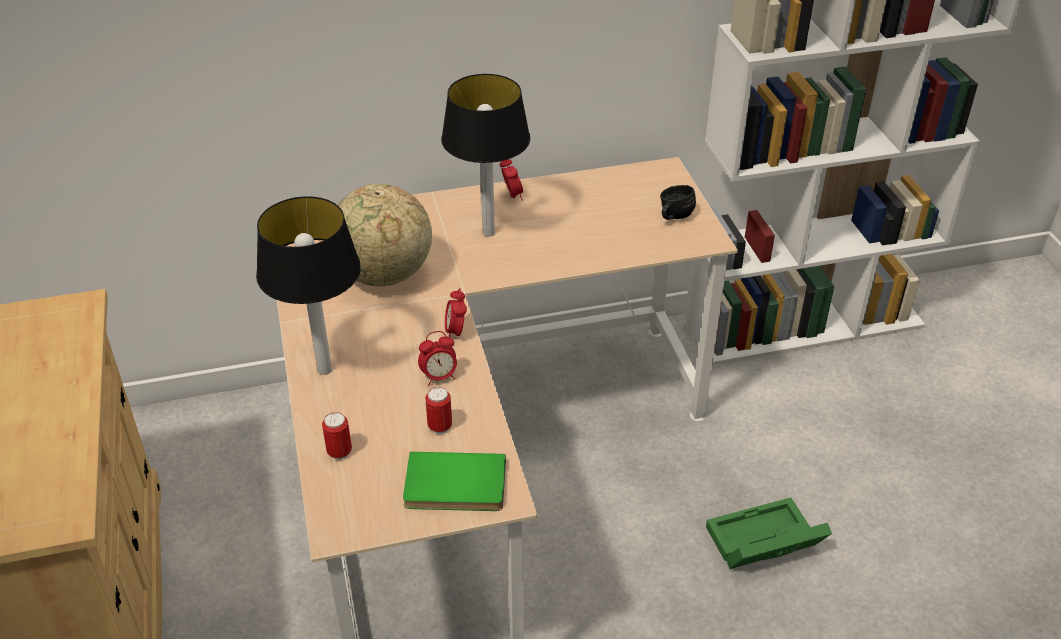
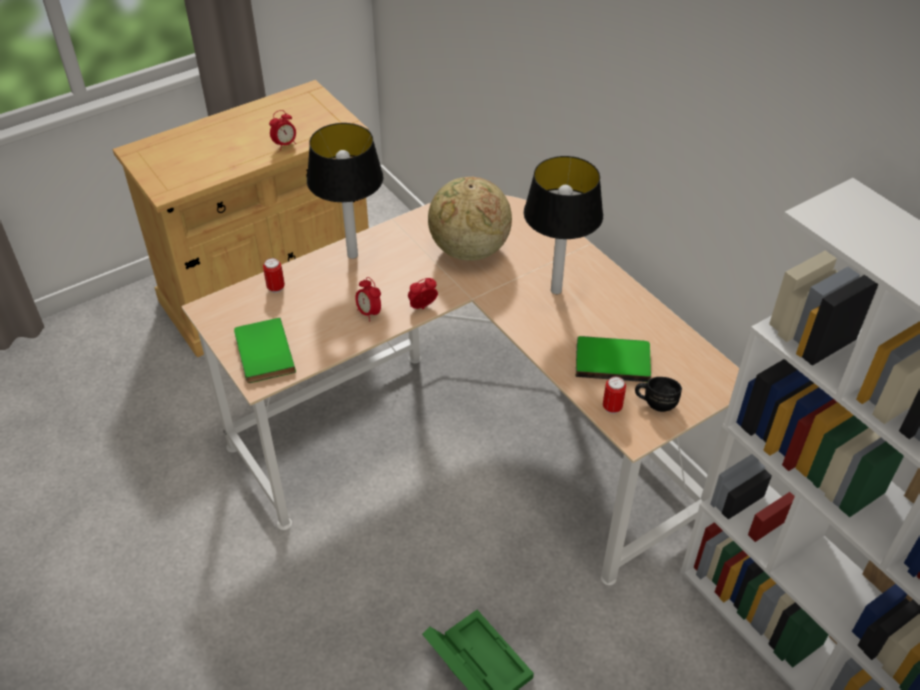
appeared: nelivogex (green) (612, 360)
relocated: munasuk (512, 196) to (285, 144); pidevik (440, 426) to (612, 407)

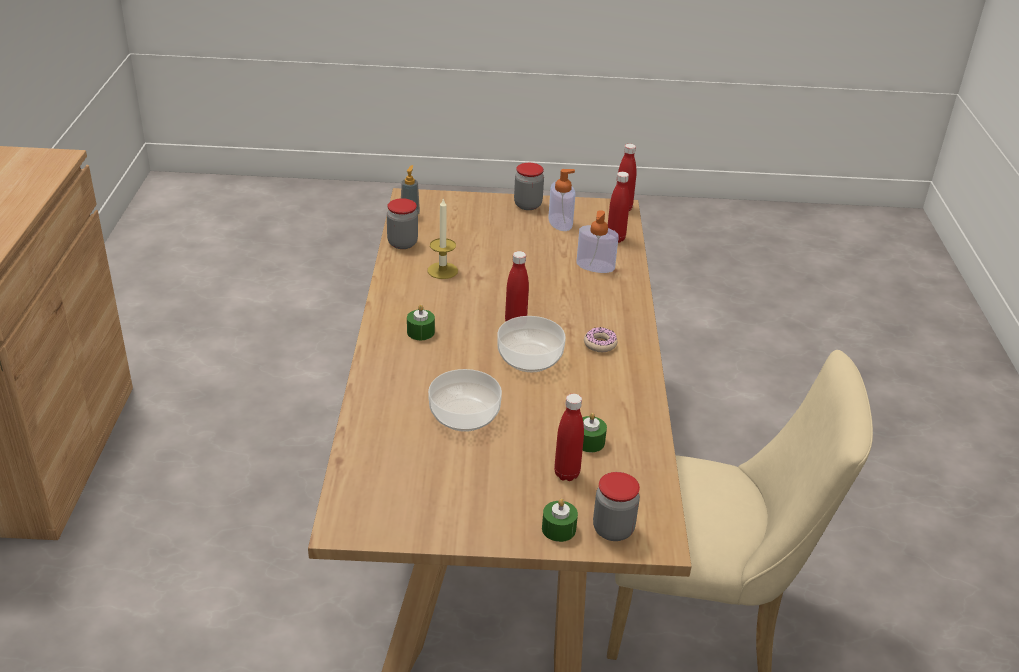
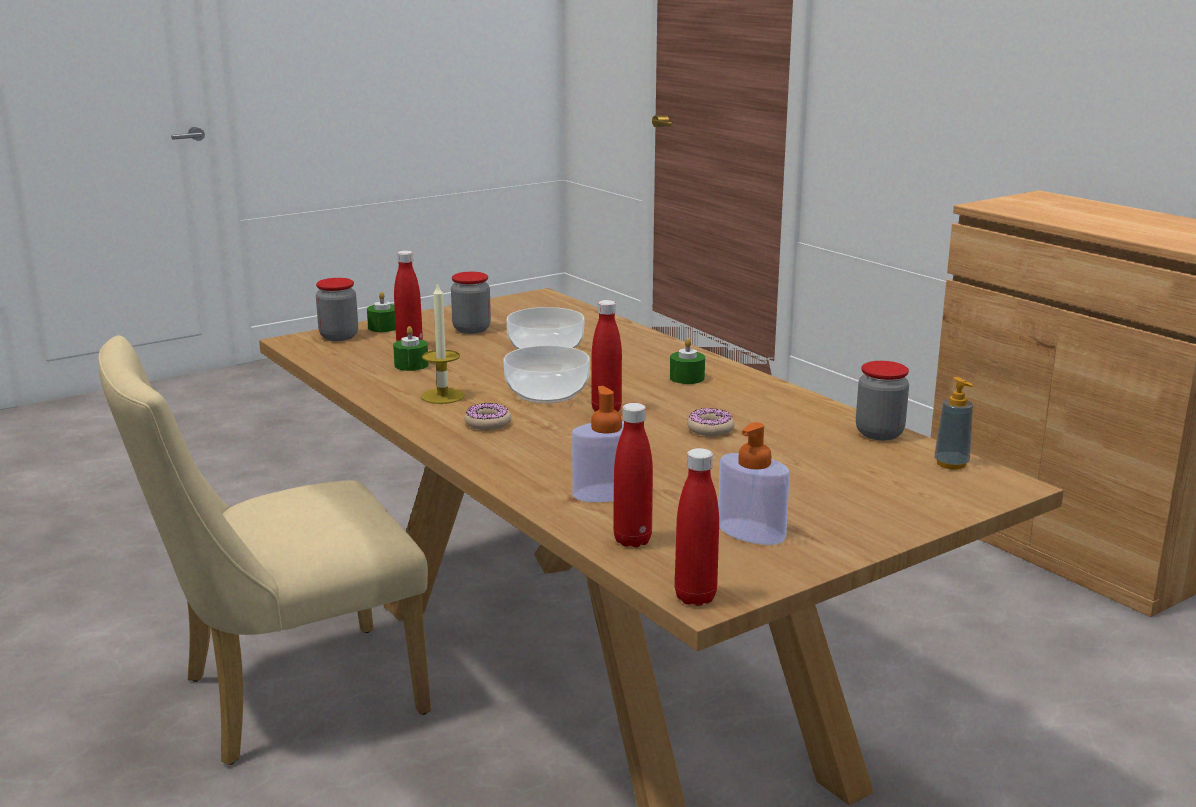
appeared: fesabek (710, 429)
relocated: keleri (442, 270) to (442, 396); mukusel (527, 205) to (471, 329)

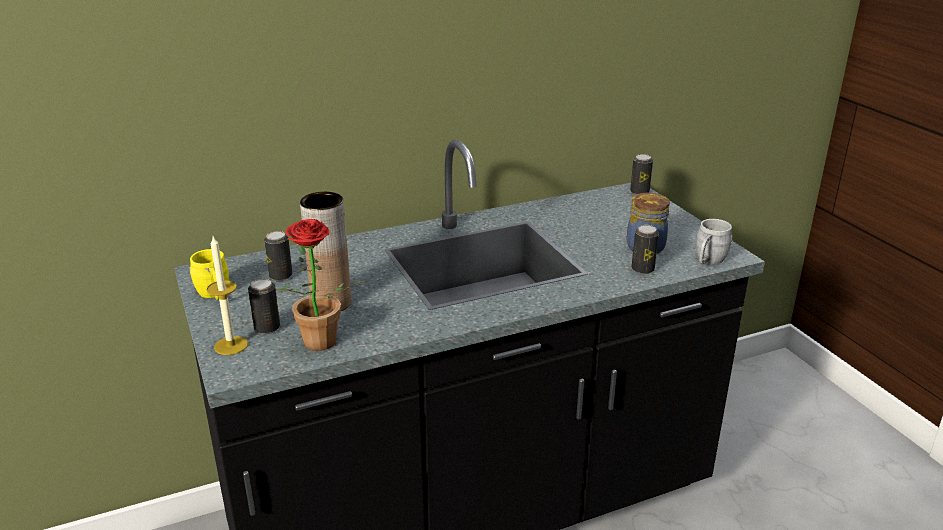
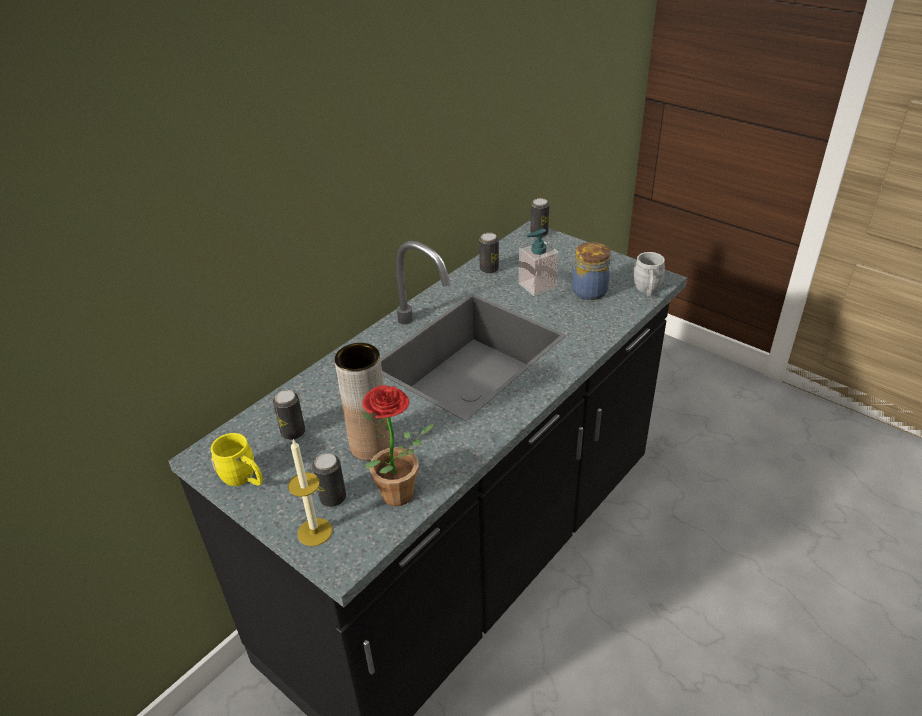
appeared: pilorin (537, 286)
relocated: pidevik (642, 269) to (489, 269)

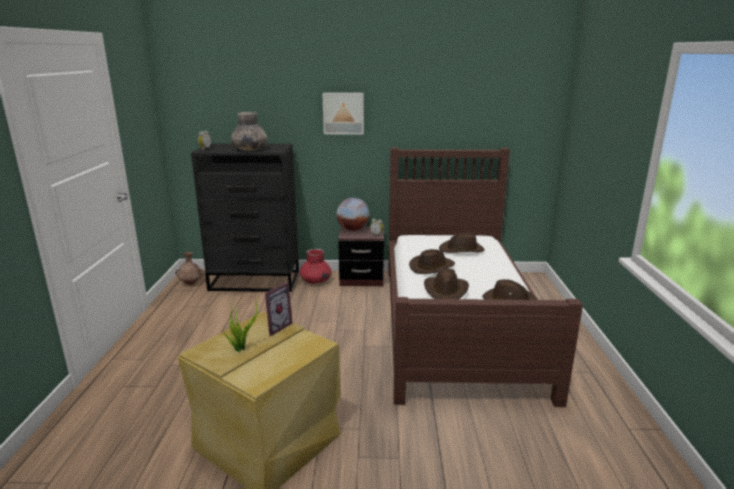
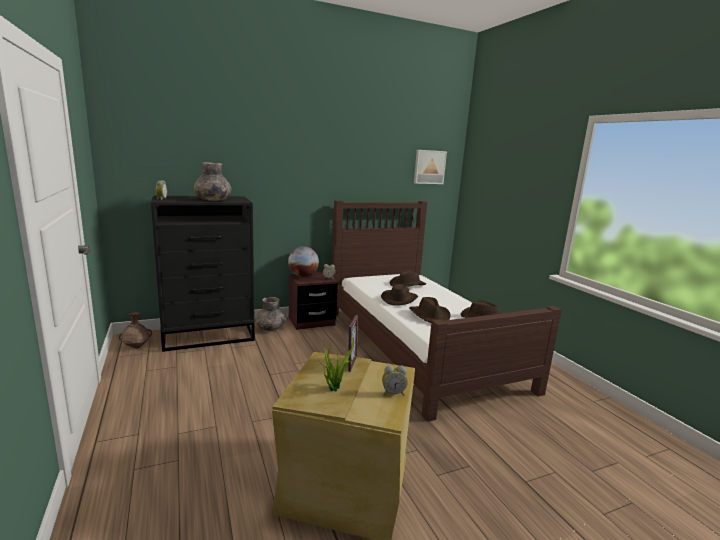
appeared: munasuk (393, 393)
relocated: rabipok (343, 113) to (429, 167)
colour: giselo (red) (315, 281) to giselo (grey) (270, 328)

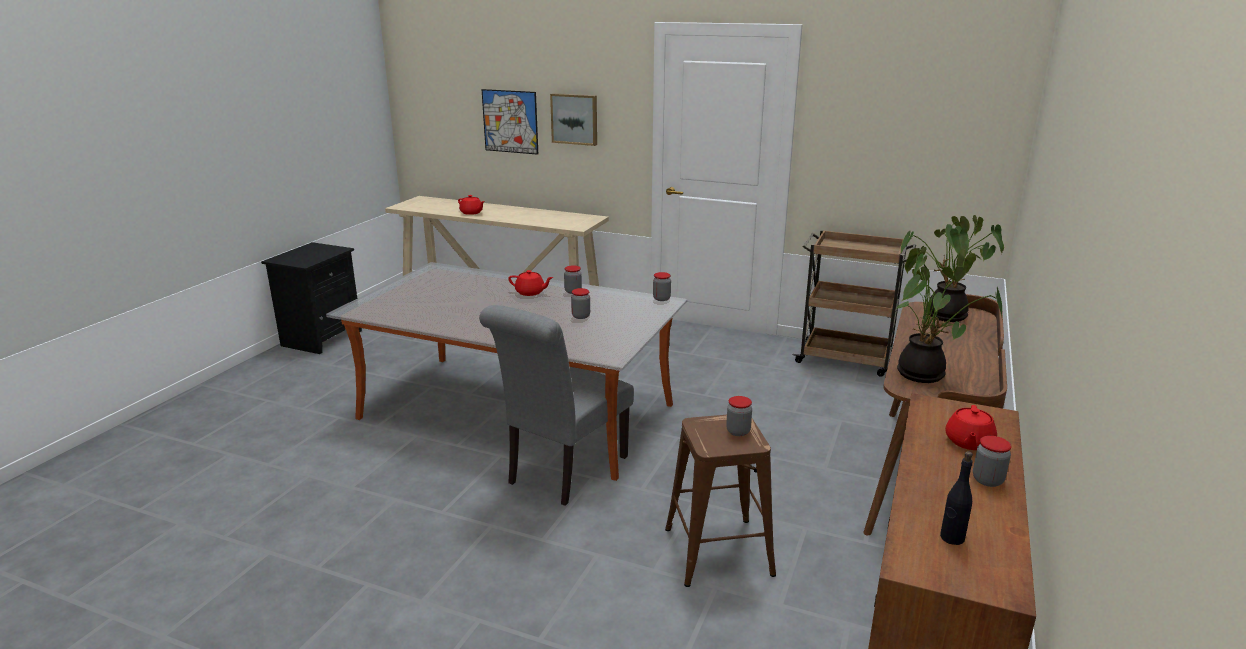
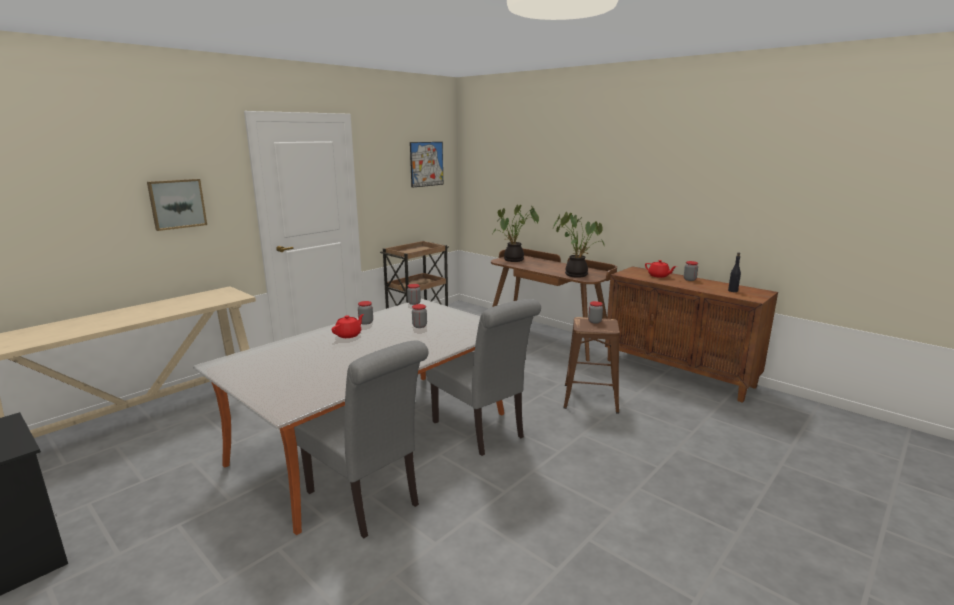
missing: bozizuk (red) (471, 213)
appeared: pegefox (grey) (367, 501)
relocated: rabipok (510, 121) to (426, 164)

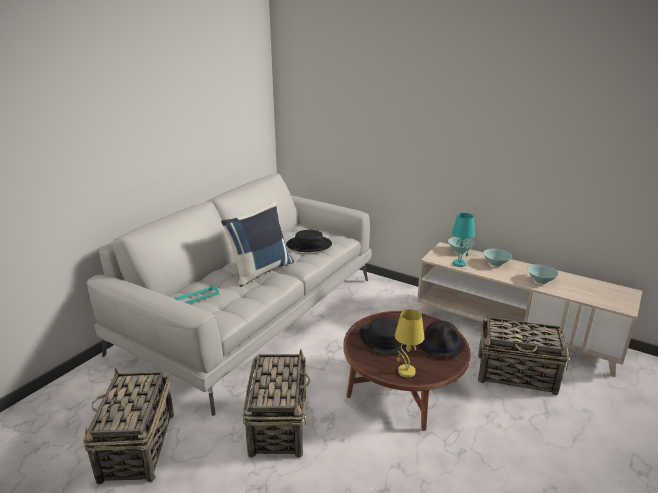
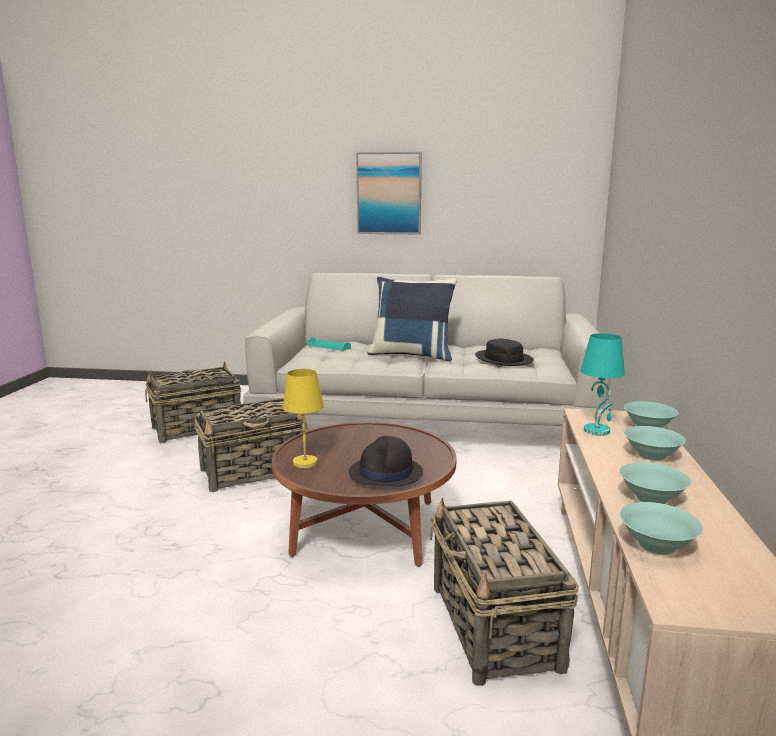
missing: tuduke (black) (384, 339)
appeared: rabipok (389, 193); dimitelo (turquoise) (657, 546)

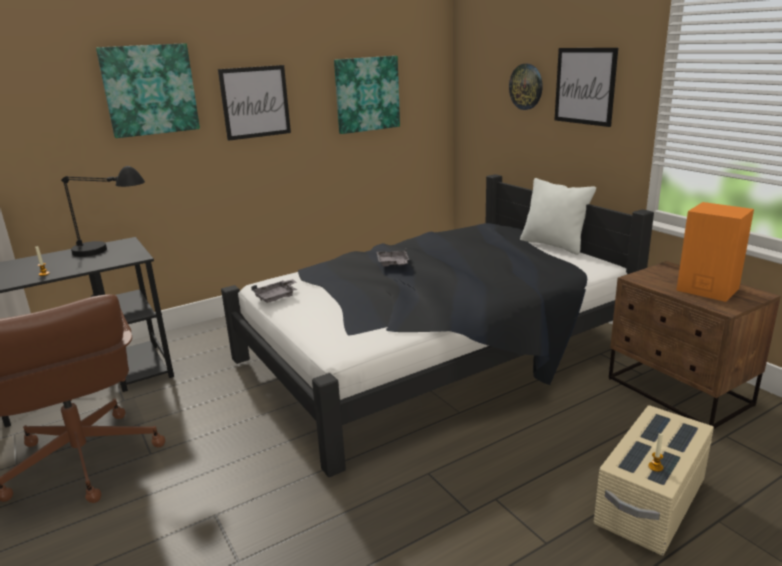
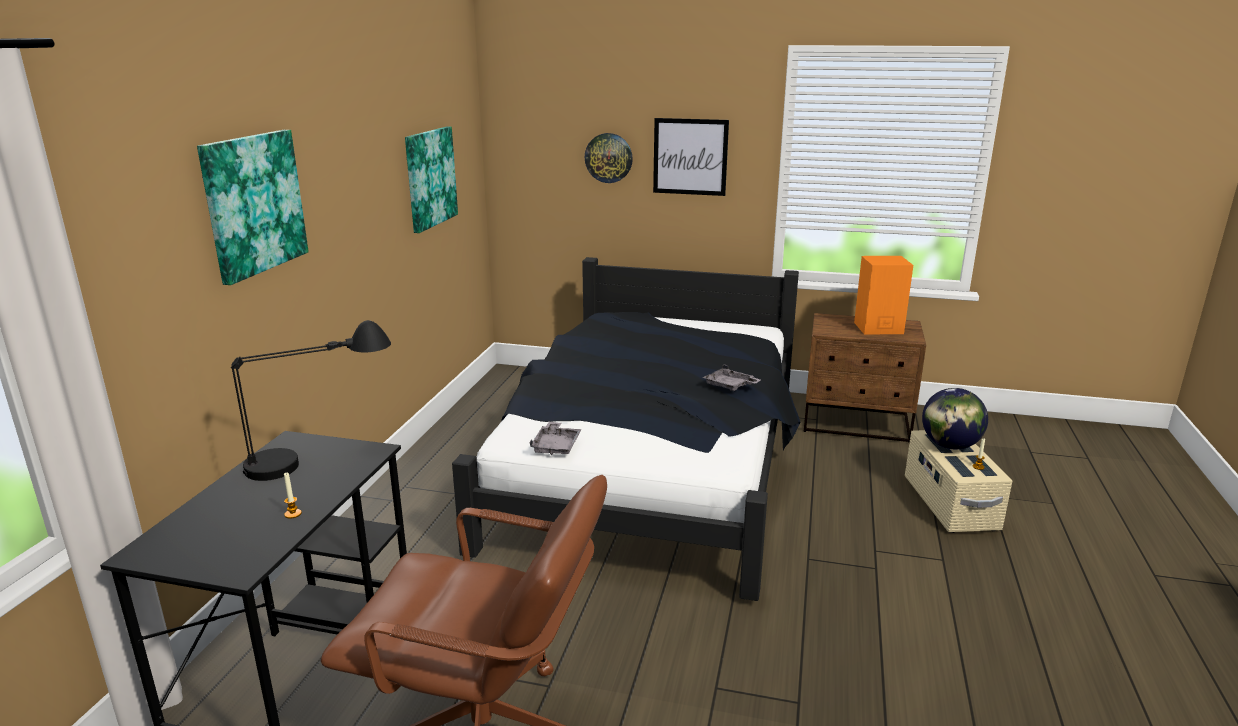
missing: rabipok (255, 102); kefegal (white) (553, 245)
appeared: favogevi (949, 446)
relocated: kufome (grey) (393, 264) to (730, 386)

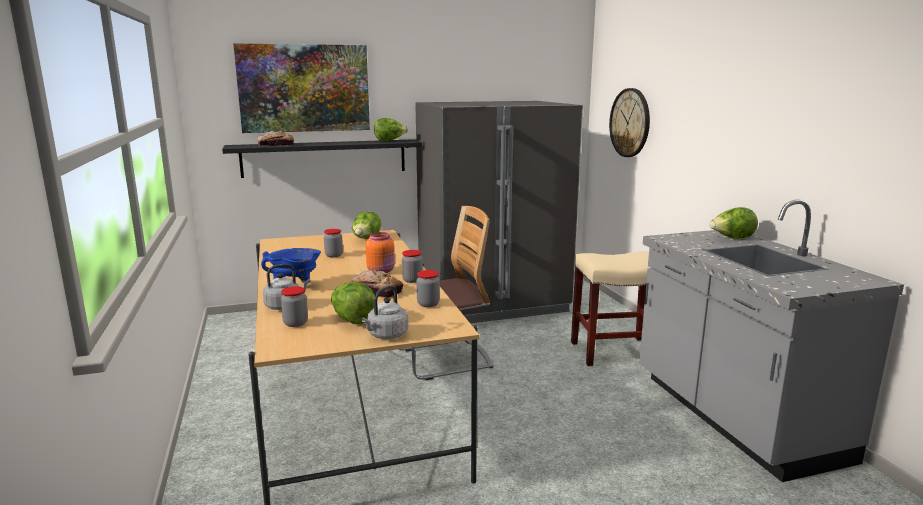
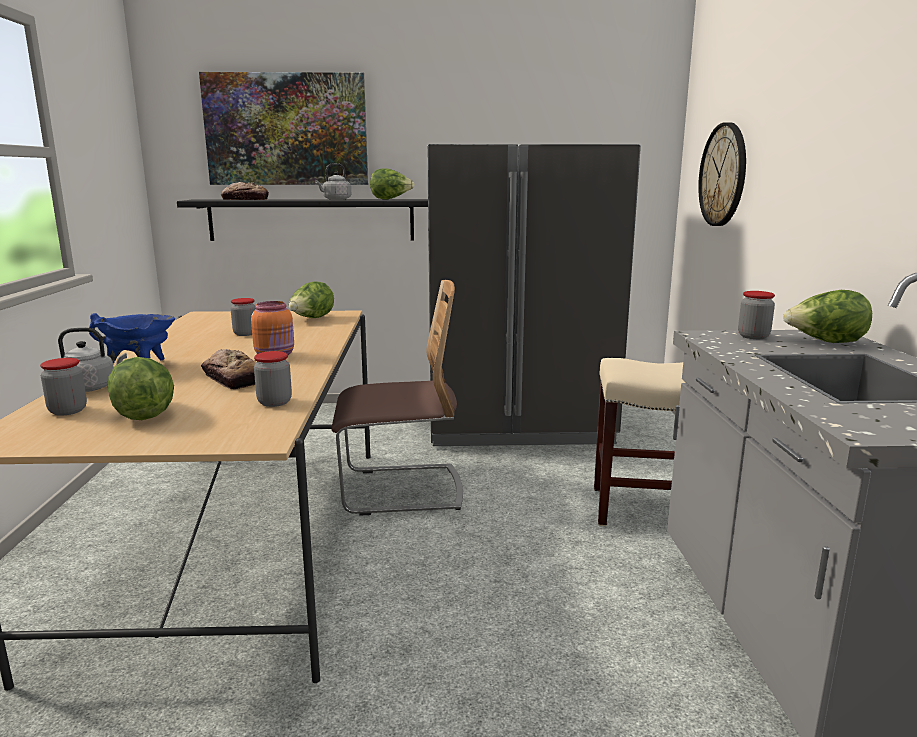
relocated: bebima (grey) (386, 335) to (335, 199); mukusel (412, 280) to (753, 336)

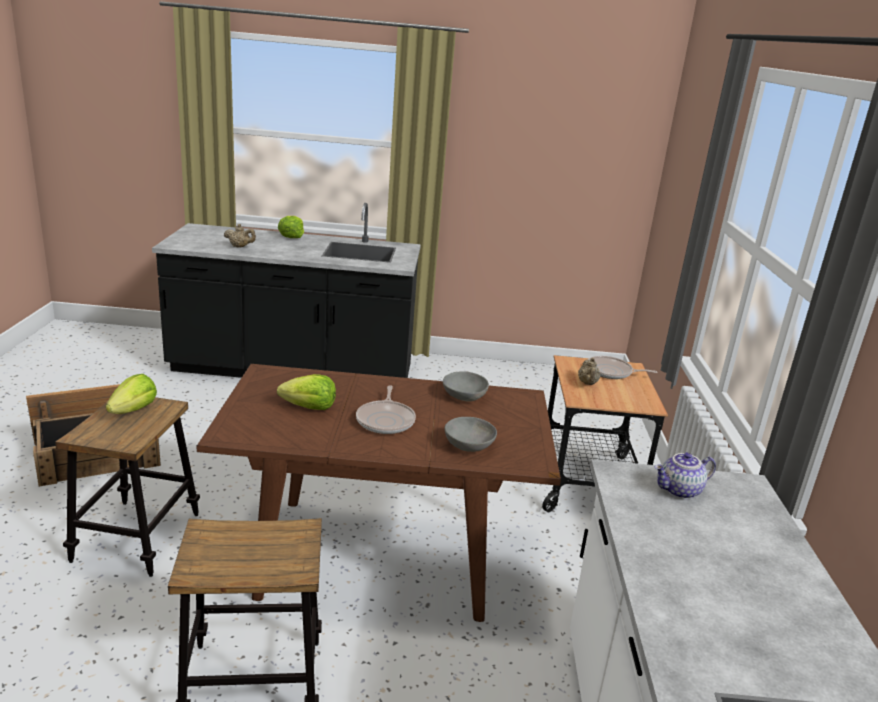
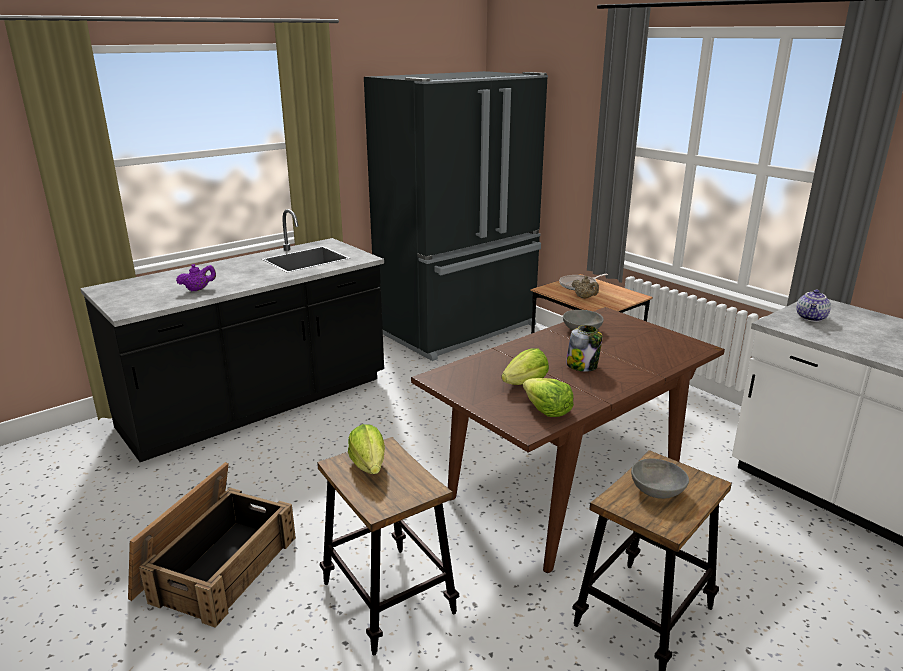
appeared: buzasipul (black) (460, 329)
relocated: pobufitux (291, 236) to (547, 410); dimitelo (grey) (469, 446) to (658, 491)
exchanged: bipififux (386, 420) to mukusel (582, 366)
colour: bozizuk (beige) (240, 247) to bozizuk (purple) (198, 289)

